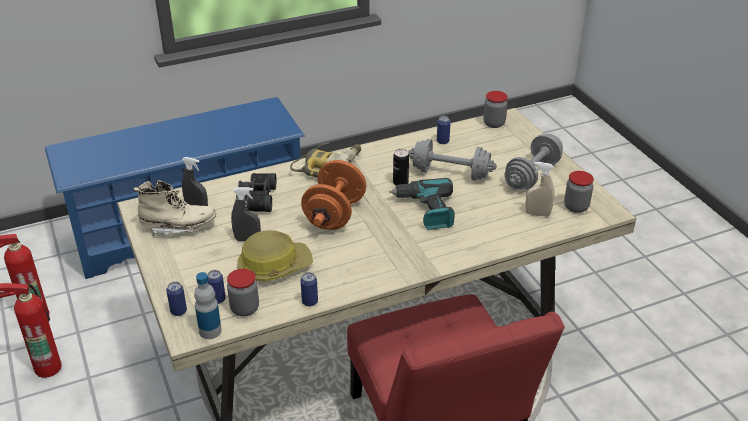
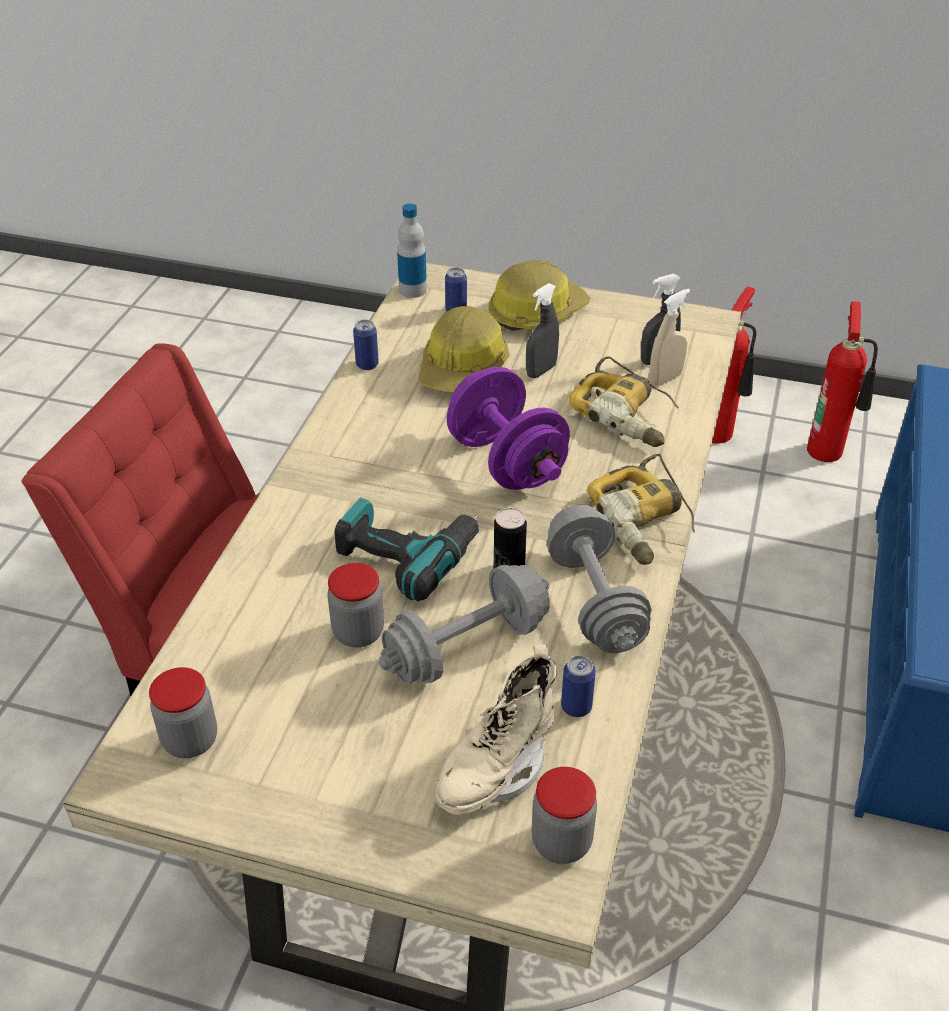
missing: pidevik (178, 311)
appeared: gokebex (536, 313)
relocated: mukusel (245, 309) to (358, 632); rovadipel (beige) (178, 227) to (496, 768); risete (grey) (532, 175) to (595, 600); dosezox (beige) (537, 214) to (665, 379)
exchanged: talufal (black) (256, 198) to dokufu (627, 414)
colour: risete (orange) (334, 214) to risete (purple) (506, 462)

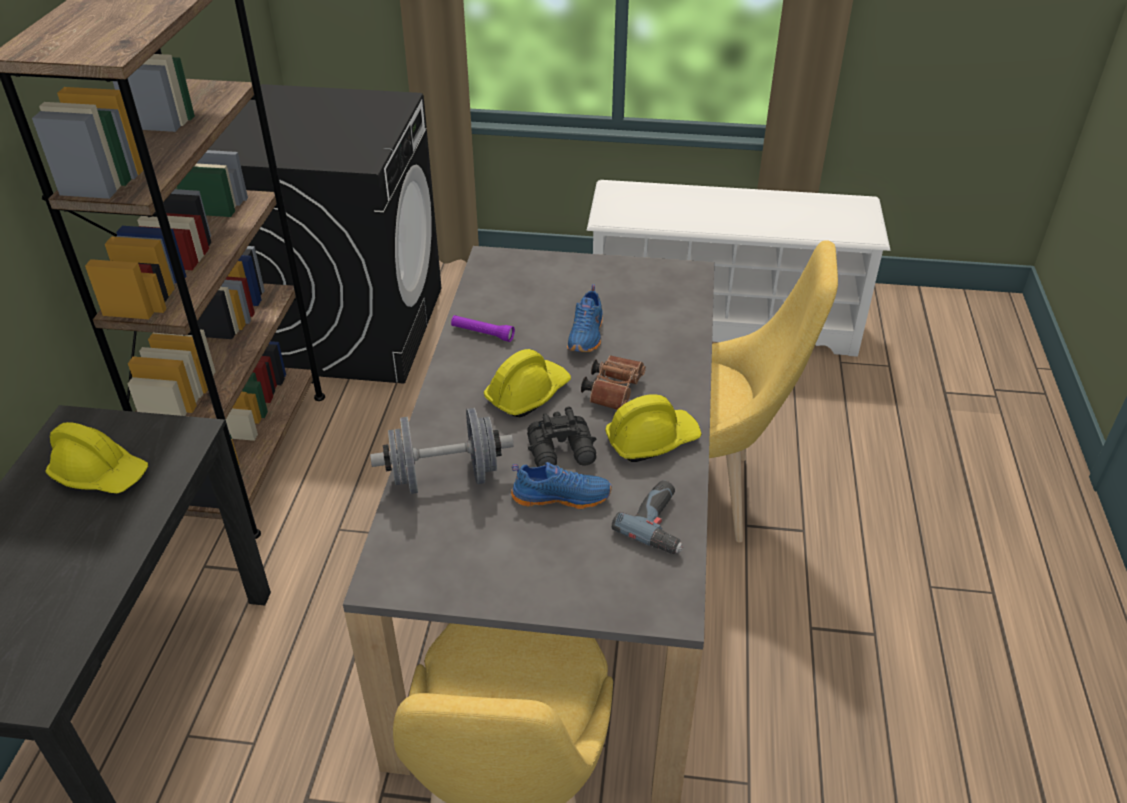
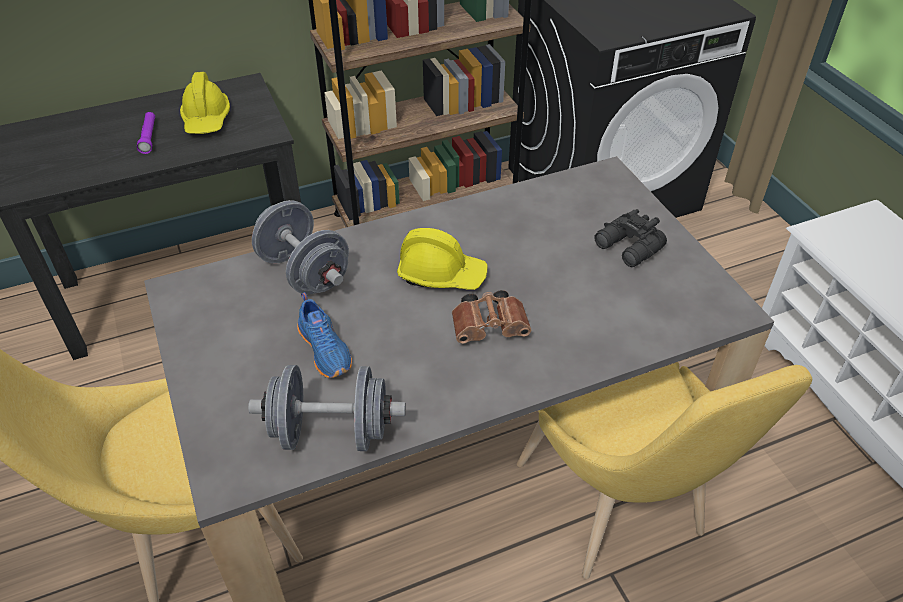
missing: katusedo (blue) (587, 335); gokebex (yellow) (651, 440)
relocated: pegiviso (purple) (482, 333) to (149, 137); talufal (black) (563, 452) to (628, 248)
exchanged: dokufu (661, 523) to risete (grey) (331, 432)

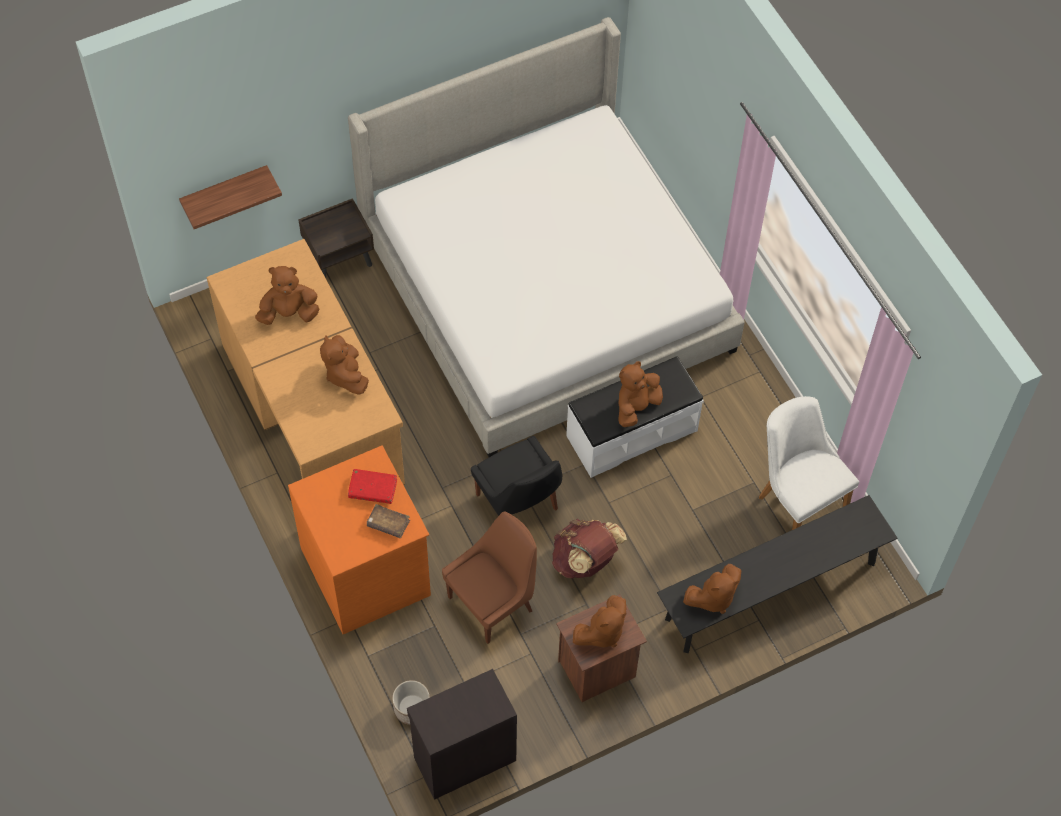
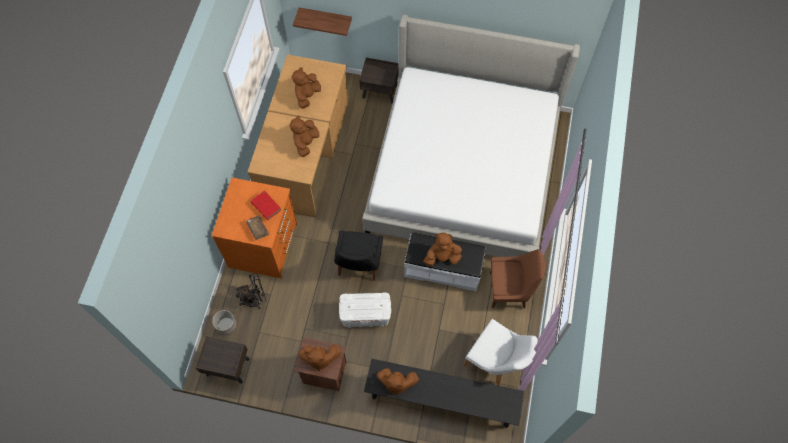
appeared: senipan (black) (255, 299)
relocated: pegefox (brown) (493, 602) to (509, 290)
exchanged: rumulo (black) (463, 758) to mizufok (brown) (227, 367); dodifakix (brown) (585, 561) to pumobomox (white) (365, 315)
spun: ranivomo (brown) (289, 313) = (307, 96) 90 degrees counterclockwise; pegefox (white) (796, 498) = (496, 362) 120 degrees clockwise

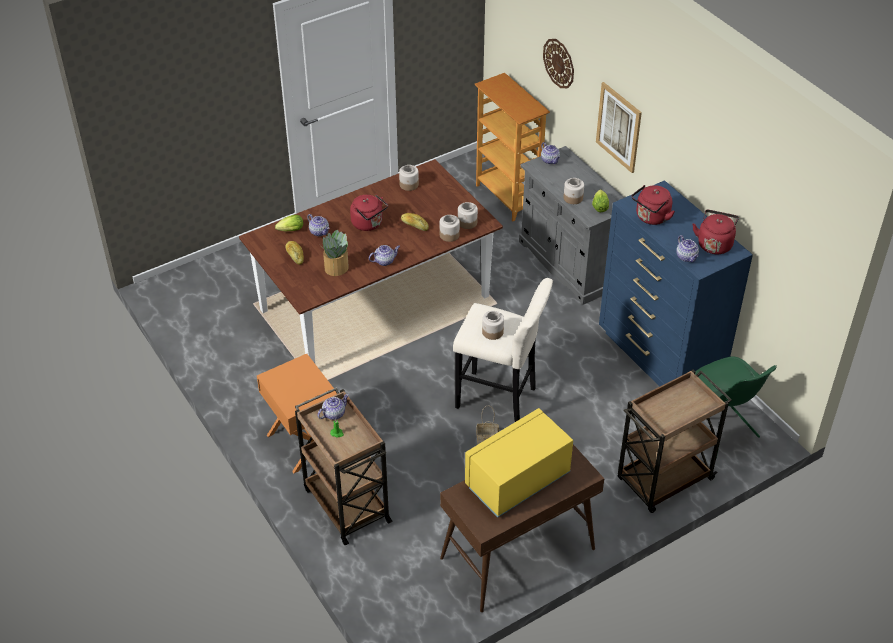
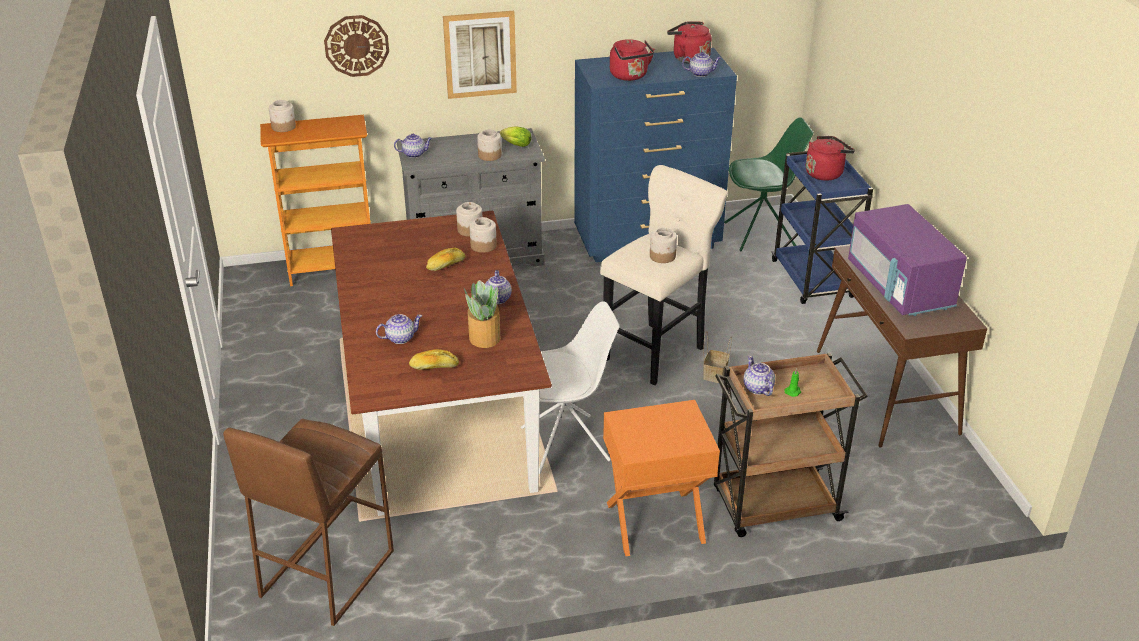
missing: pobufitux (289, 231)
appeared: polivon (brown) (325, 573); pegefox (white) (567, 444)
relocated: mukusel (409, 185) to (284, 127); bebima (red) (369, 224) to (825, 173)
colour: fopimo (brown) (663, 480) to fopimo (blue) (813, 280); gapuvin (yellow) (516, 480) to gapuvin (purple) (899, 287)

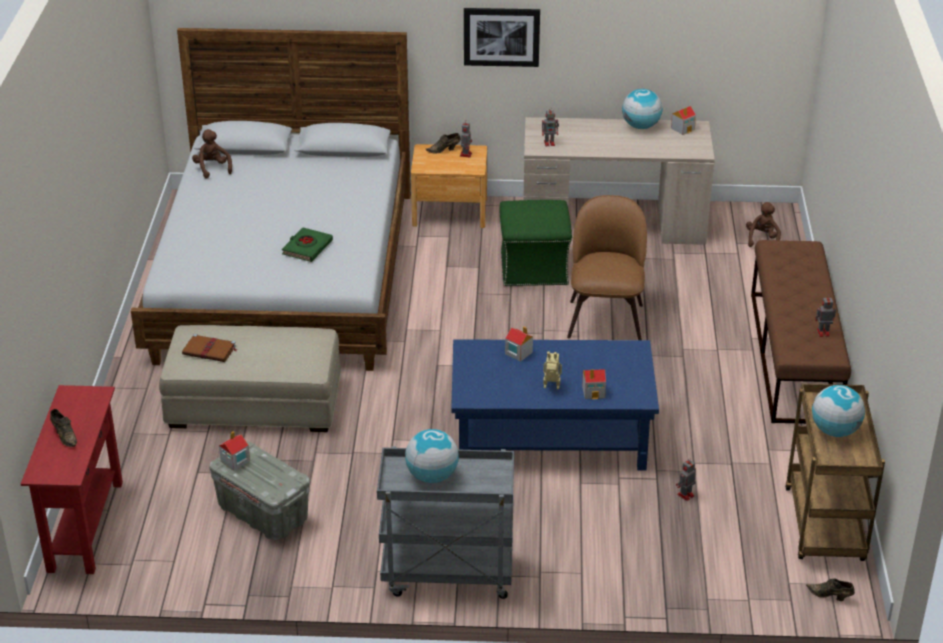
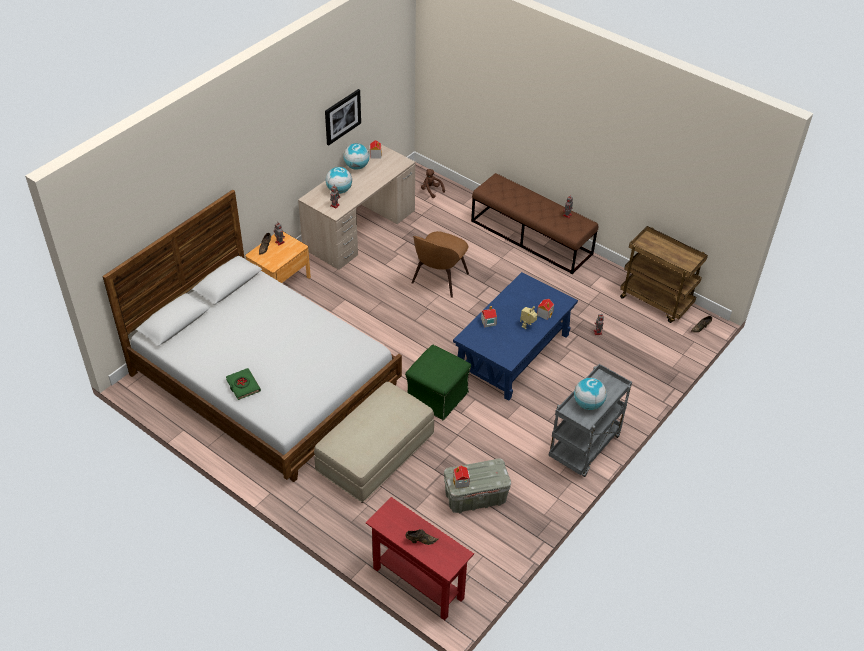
missing: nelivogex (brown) (210, 350); ranivomo (brown) (212, 168)
relocated: nelivogex (green) (307, 248) to (243, 385); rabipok (501, 36) to (342, 116); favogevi (834, 431) to (339, 190); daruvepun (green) (533, 268) to (437, 397)
spun: pegefox (brown) (605, 318) = (439, 280) 105 degrees counterclockwise

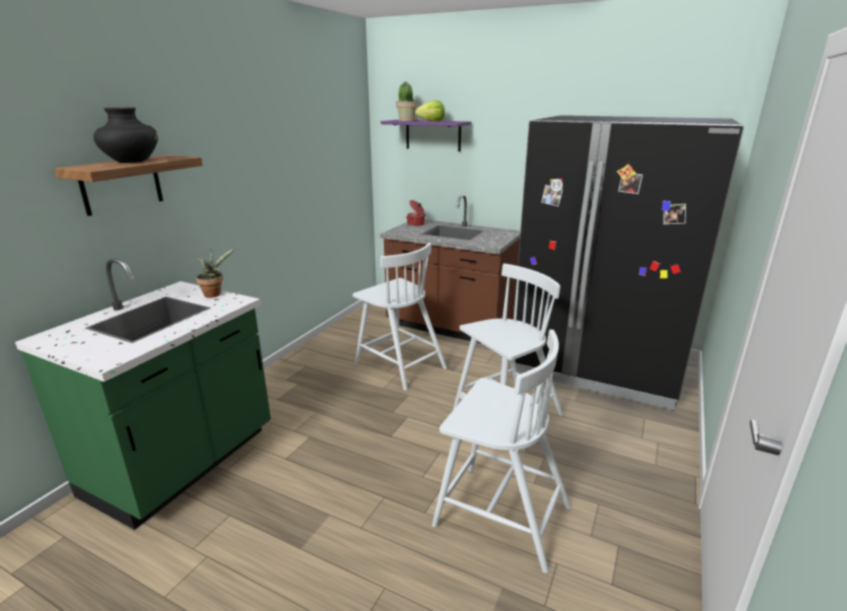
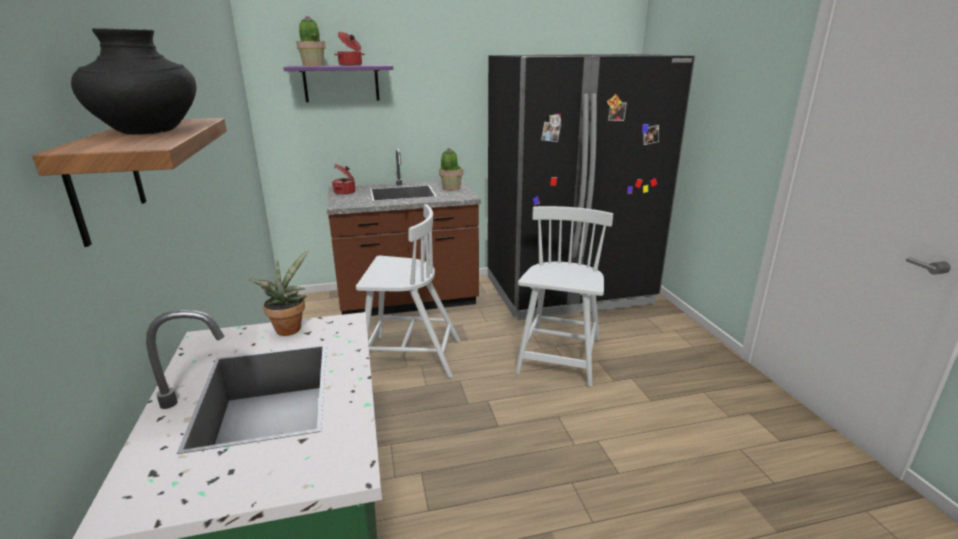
missing: pegefox (white) (500, 514)
appeared: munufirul (451, 188)
exchanged: pobufitux (431, 121) to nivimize (351, 65)

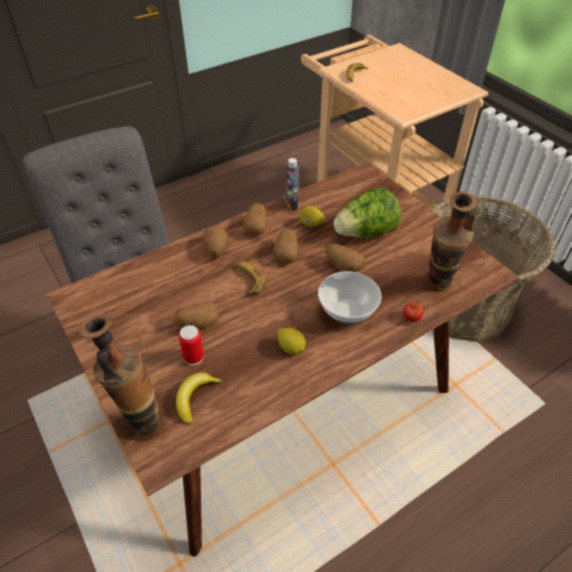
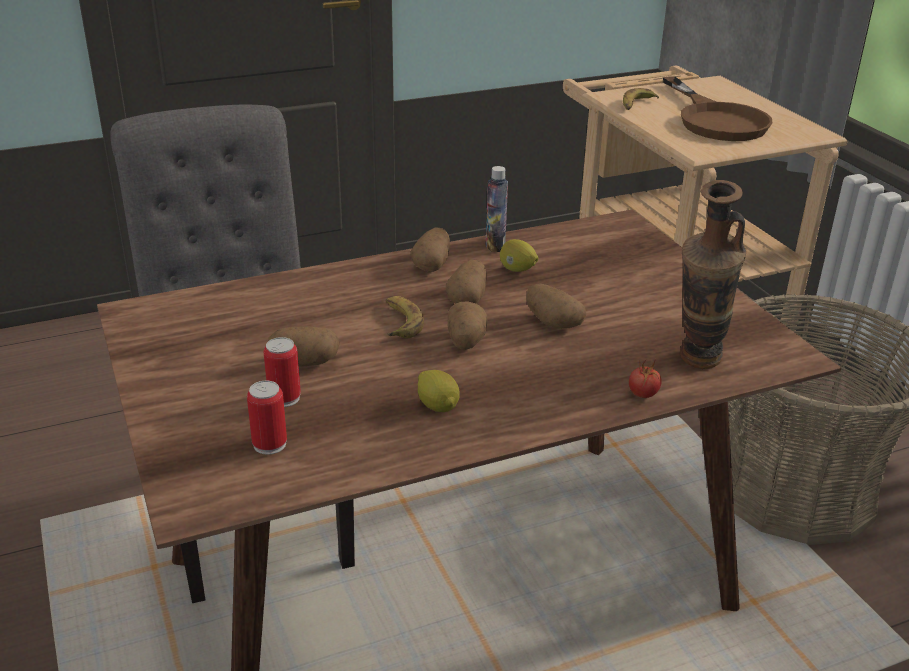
missing: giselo (141, 422); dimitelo (348, 310); pobufitux (365, 233)
appeared: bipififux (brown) (716, 119)
relocated: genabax (216, 249) to (466, 341)
exchanged: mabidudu (195, 398) to pidevik (269, 444)

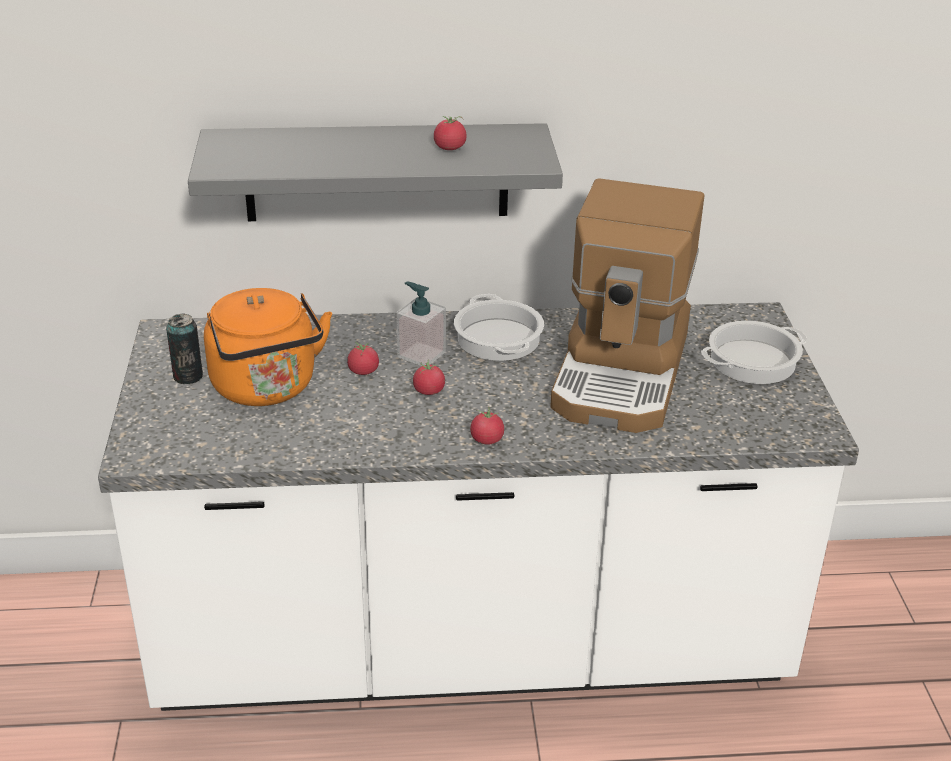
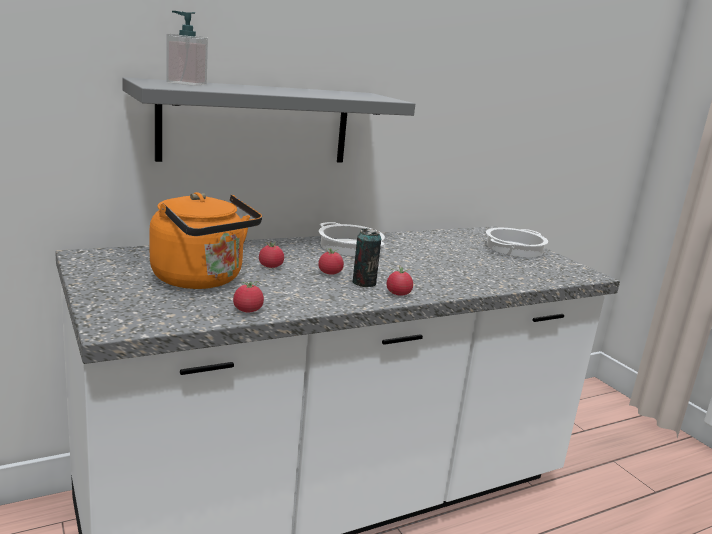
missing: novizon (623, 373)
relocated: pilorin (421, 354) to (186, 83); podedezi (450, 148) to (248, 310); pidevik (188, 376) to (364, 283)

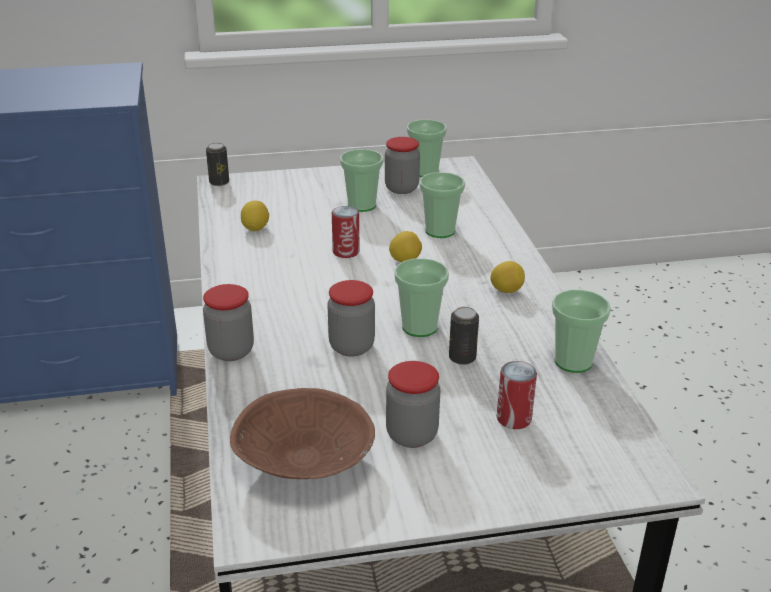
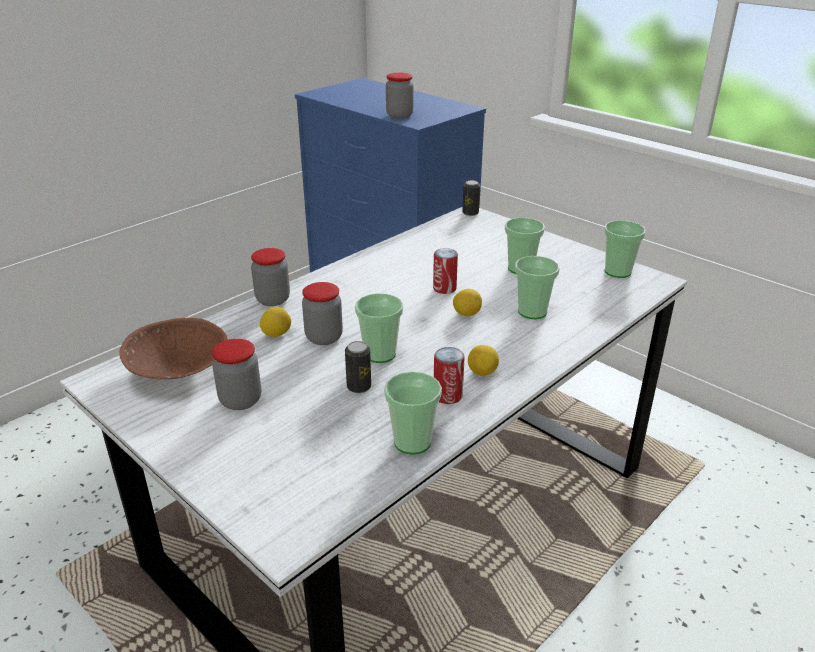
relocated: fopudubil (255, 228) to (276, 334); mukusel (401, 188) to (399, 115); pidevik (514, 418) to (447, 395)

